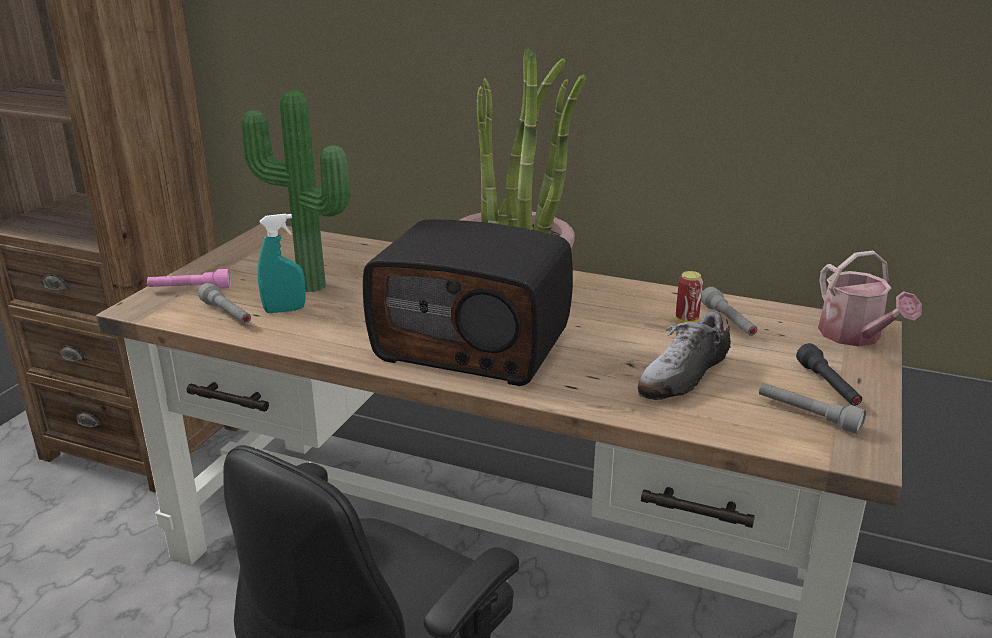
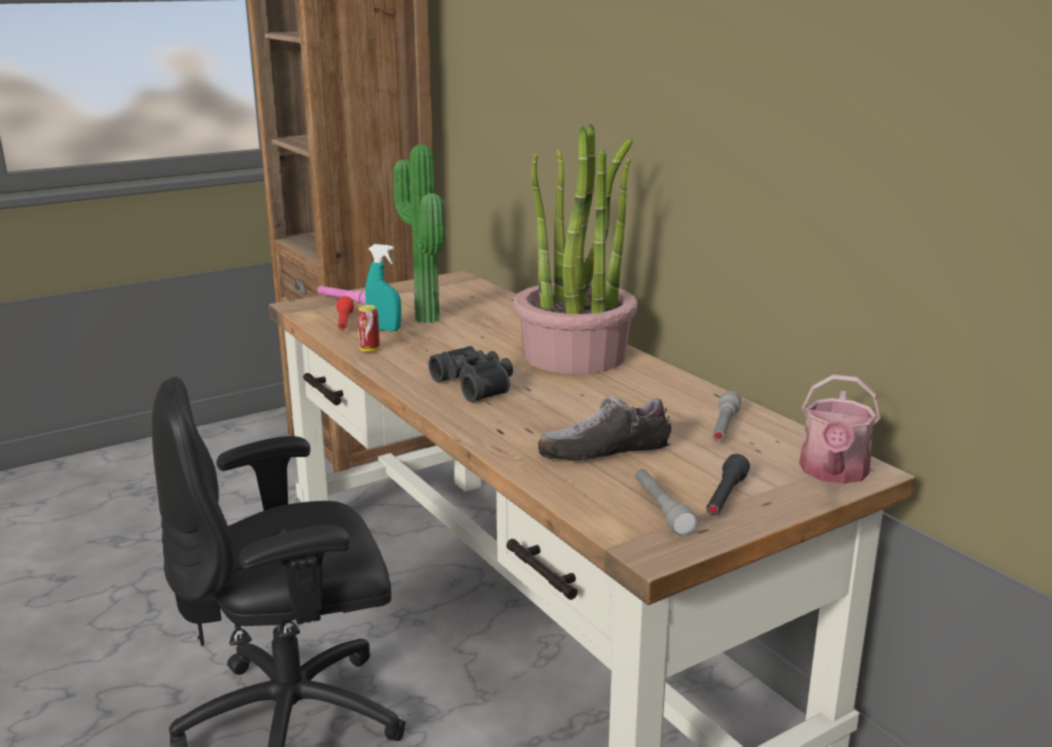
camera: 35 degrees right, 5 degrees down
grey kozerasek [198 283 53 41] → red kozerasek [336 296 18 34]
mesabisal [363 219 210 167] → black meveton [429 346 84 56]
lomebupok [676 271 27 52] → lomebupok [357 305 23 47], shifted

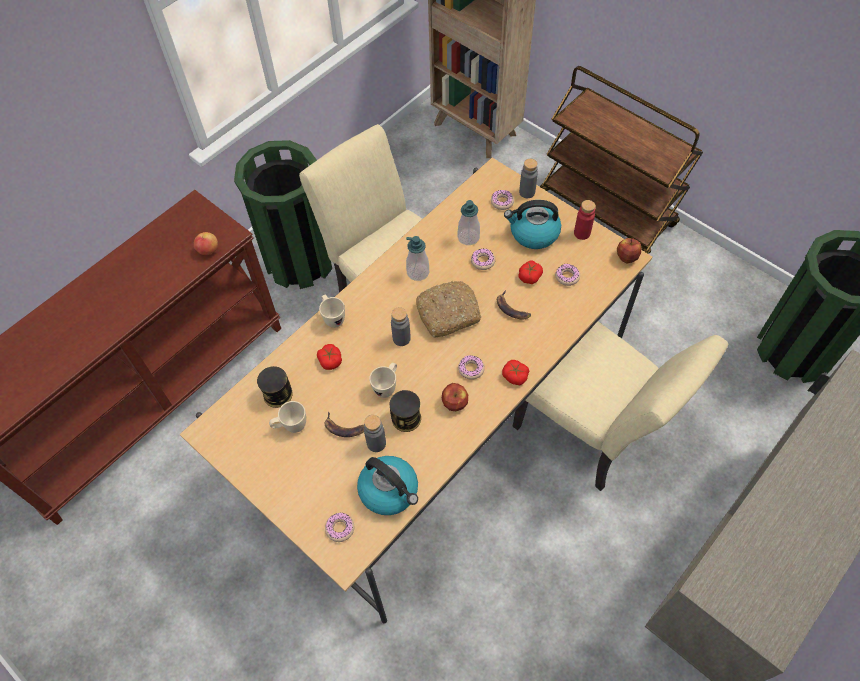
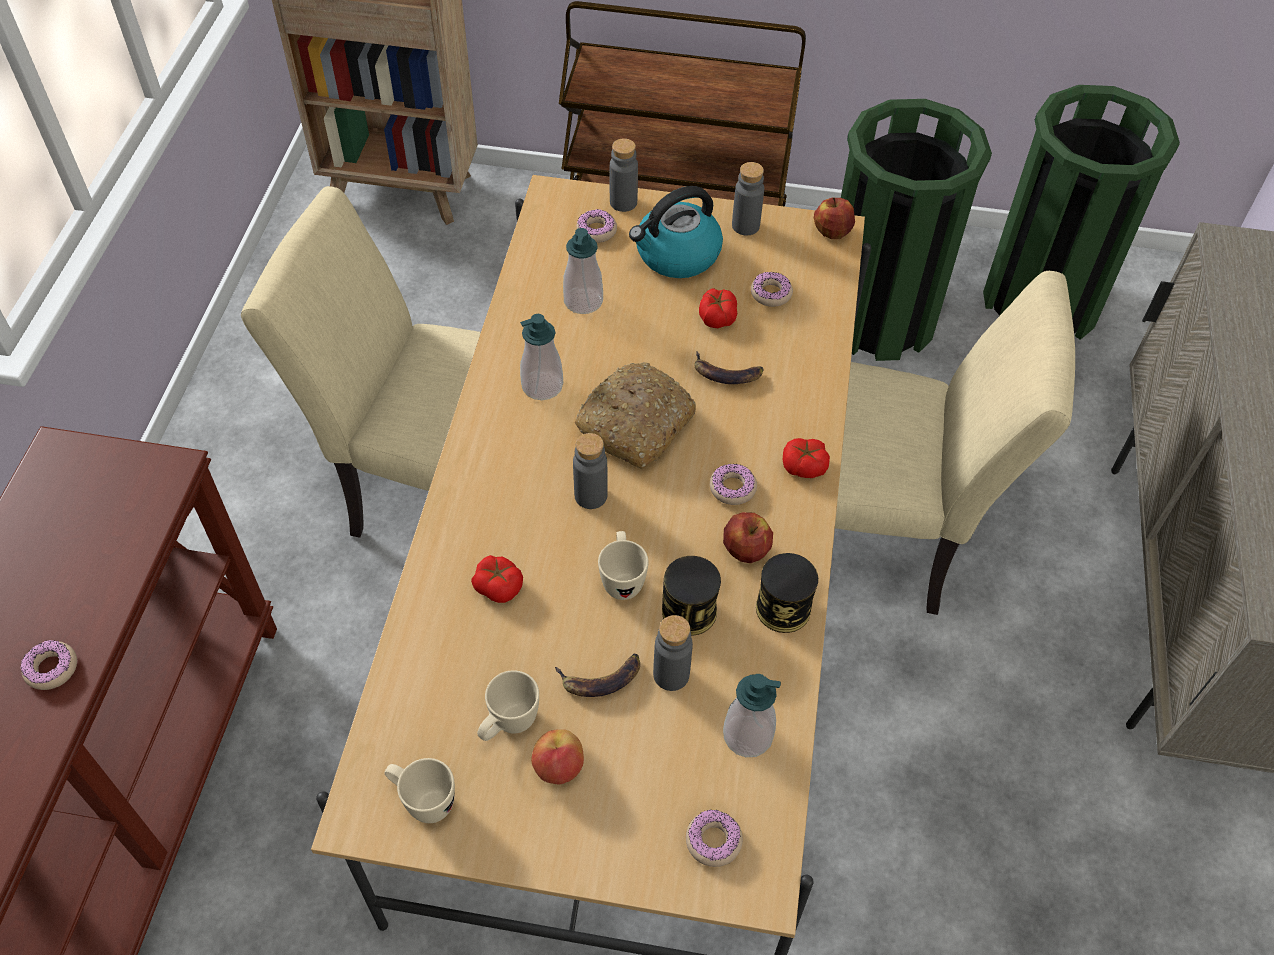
camera: 35 degrees left, 5 degrees down
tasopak [194 232 24 23] → tasopak [531 729 53 55], shifted
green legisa [234 140 98 149] → green legisa [841 99 151 262], shifted
lomebupok [257 366 36 42] → lomebupok [756 553 62 80], shifted
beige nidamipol [319 295 26 33] → beige nidamipol [385 758 70 65], shifted
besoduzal [357 456 61 59] → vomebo [723 674 58 83]
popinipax [471 249 24 21] → popinipax [20 640 57 50], shifted
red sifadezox [574 200 21 40] → grey sifadezox [732 162 32 73]

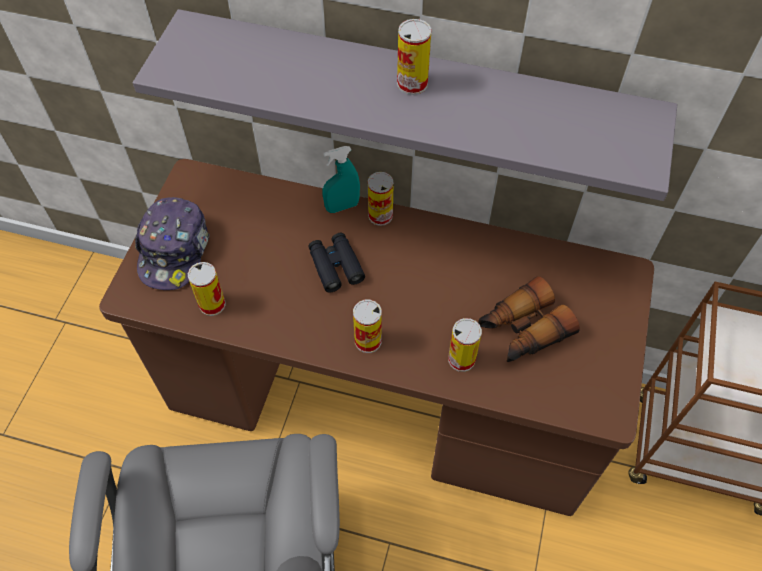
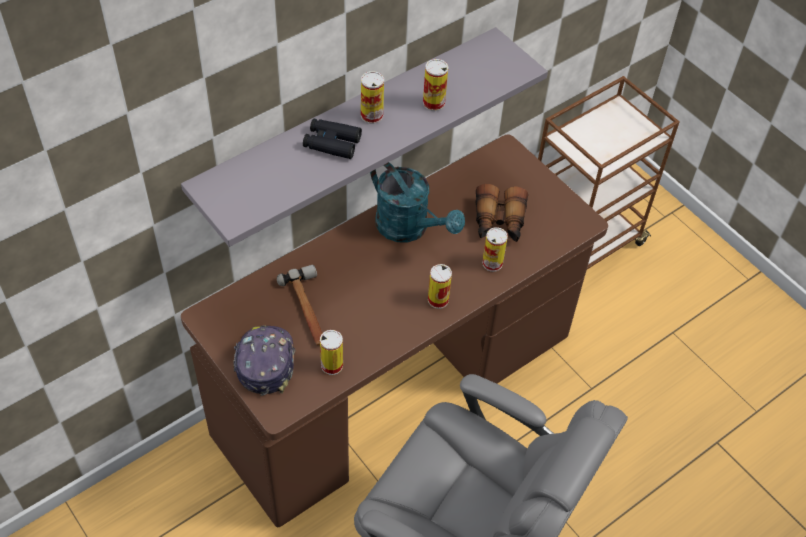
camera: 55 degrees left, 5 degrees down
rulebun [135 197 75 93] → rulebun [233 325 62 71], 135 degrees counterclockwise
black meveton [308 233 57 59] → black meveton [303 118 59 41], shifted
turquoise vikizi [322 146 38 67] → -
lomebupok [368 172 26 54] → lomebupok [423 59 25 52], shifted
- → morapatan [277 265 45 80]
- → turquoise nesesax [370 162 95 81]

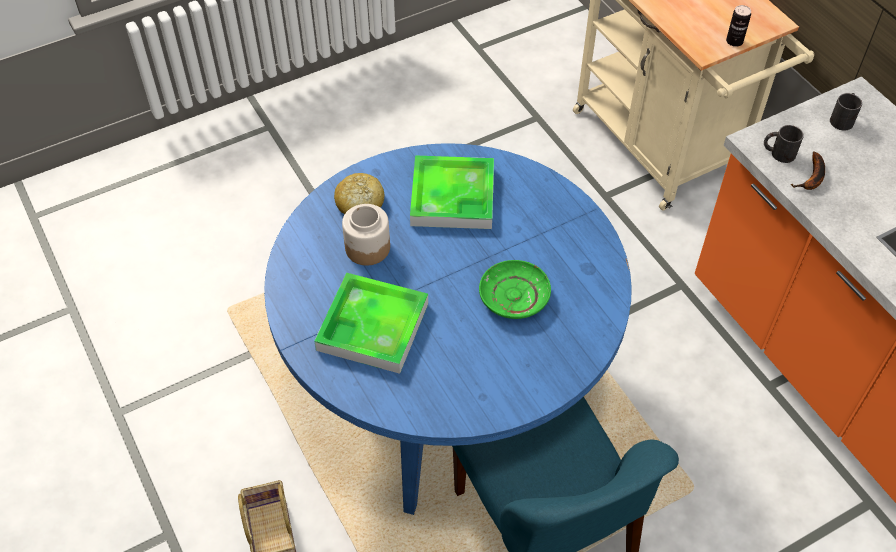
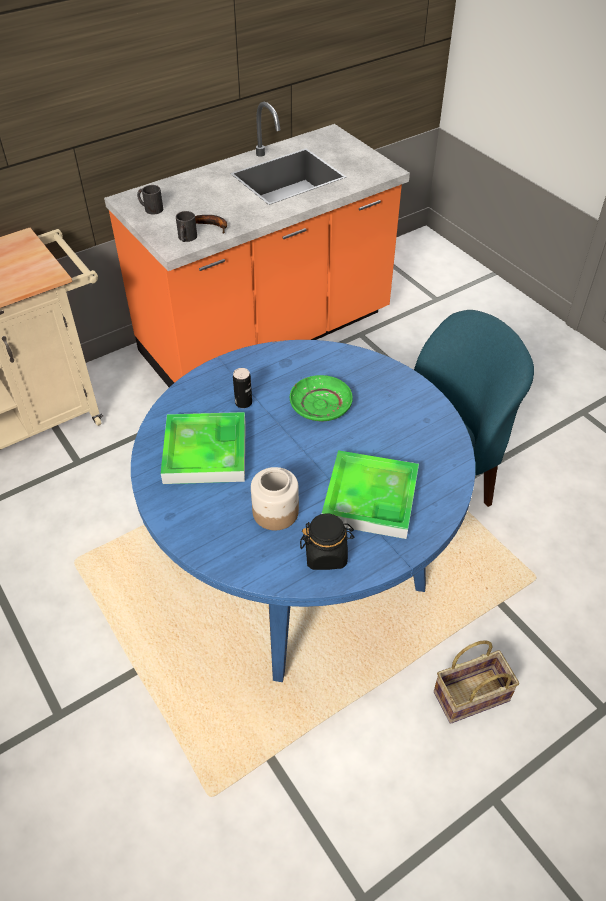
camera: 95 degrees left, 5 degrees down
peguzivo [334 173 50 41] → -
lomebupok [726 5 25 42] → lomebupok [233 368 19 40], shifted
- → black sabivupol [300 513 54 57]

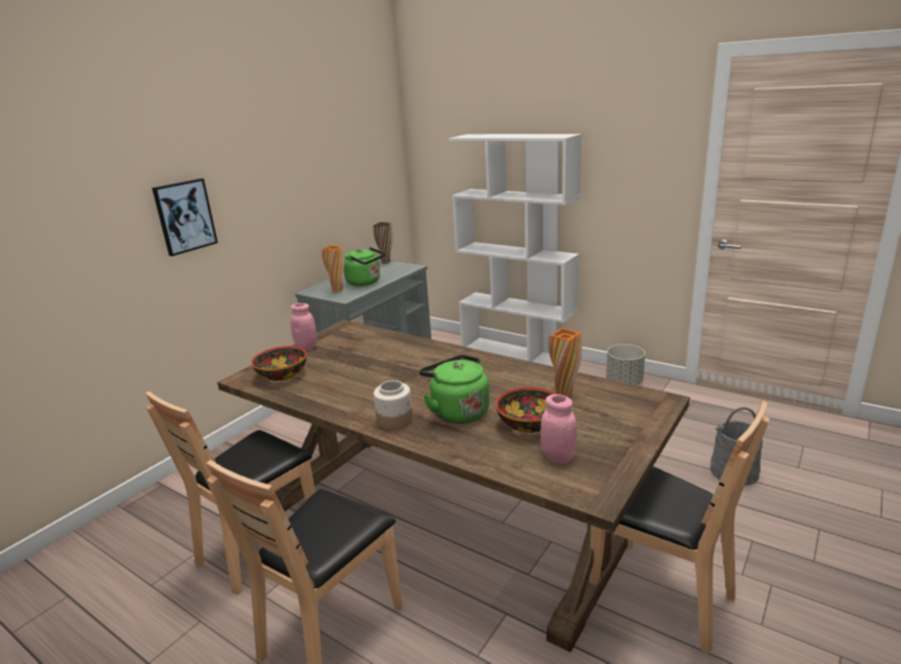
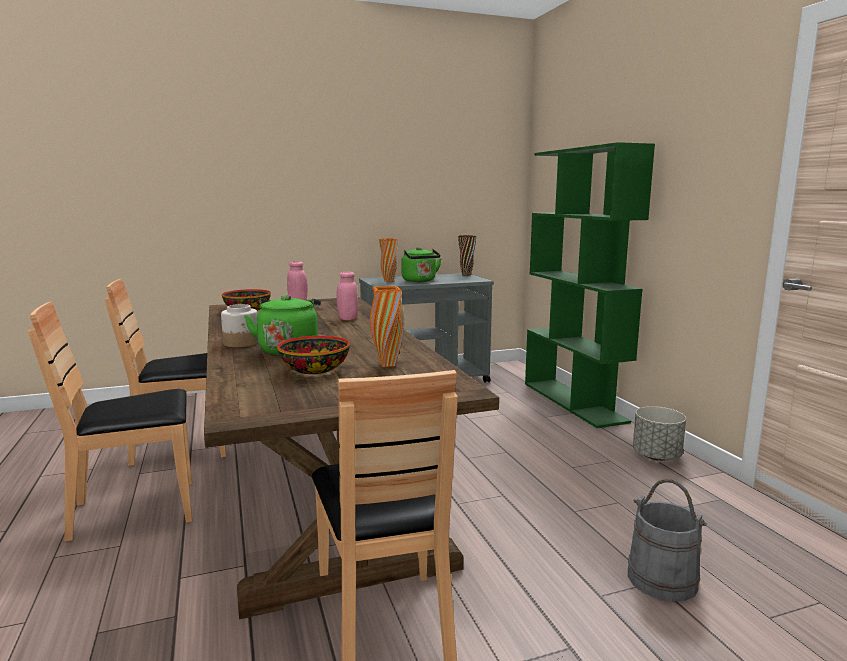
camera: 35 degrees right, 10 degrees down
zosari [152 178 66 78] → -
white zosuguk [449 134 133 233] → green zosuguk [525 142 130 286]
pink sabivupol [541 394 36 70] → pink sabivupol [336 271 22 49], shifted

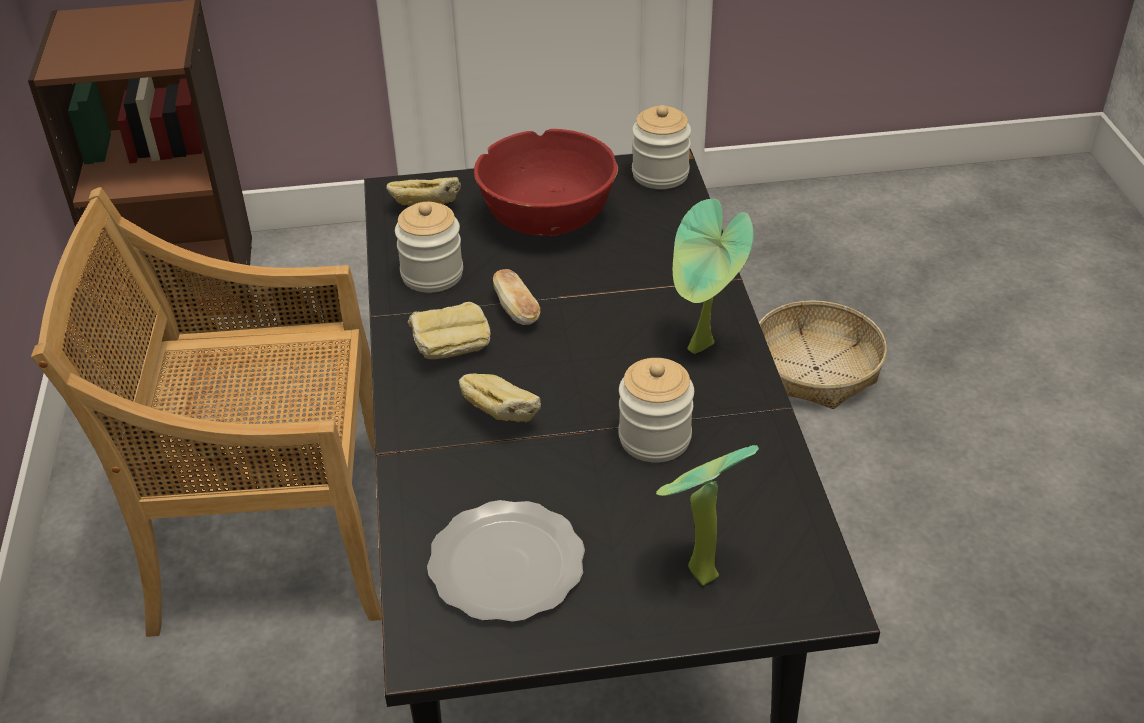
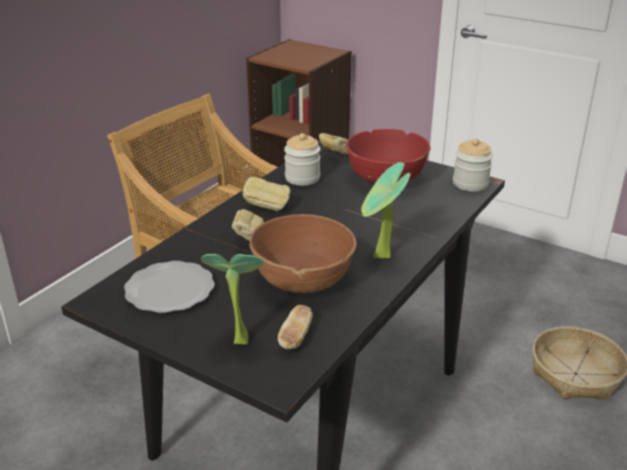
camera: 40 degrees right, 10 degrees down
peguzivo [493 269 47 56] → peguzivo [278 305 35 44], shifted
sabivupol [618 358 76 105] → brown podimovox [249 214 108 79]

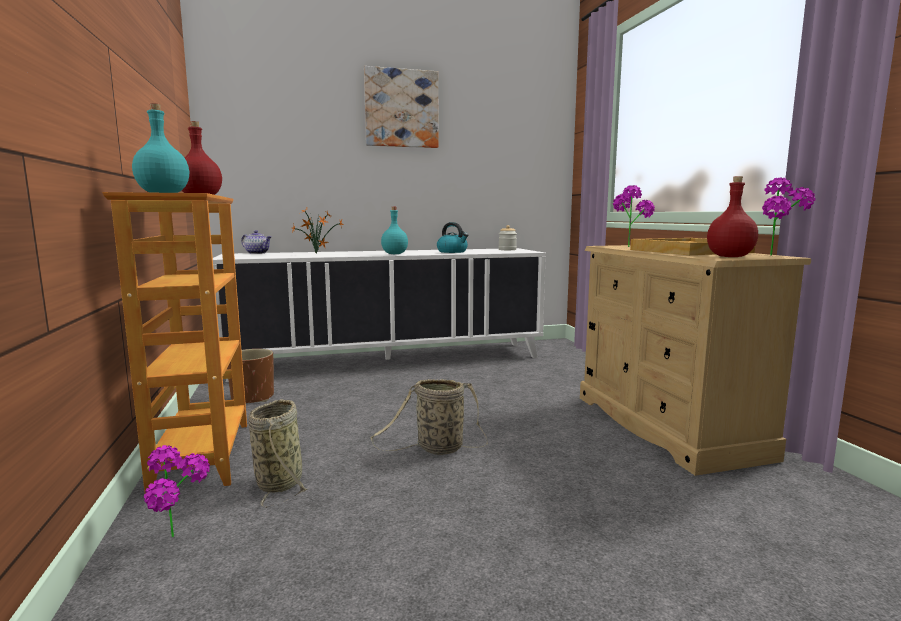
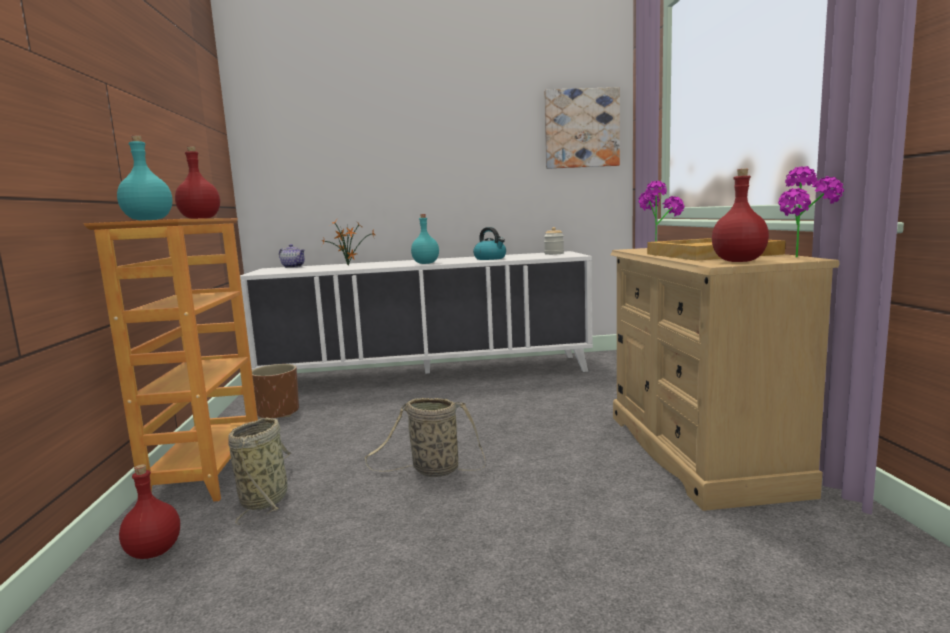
camera: 10 degrees right, 0 degrees up
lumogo [144 445 66 93] → red sifadezox [119 464 61 95]
zosari [364 66 75 82] → zosari [544 87 76 82], shifted

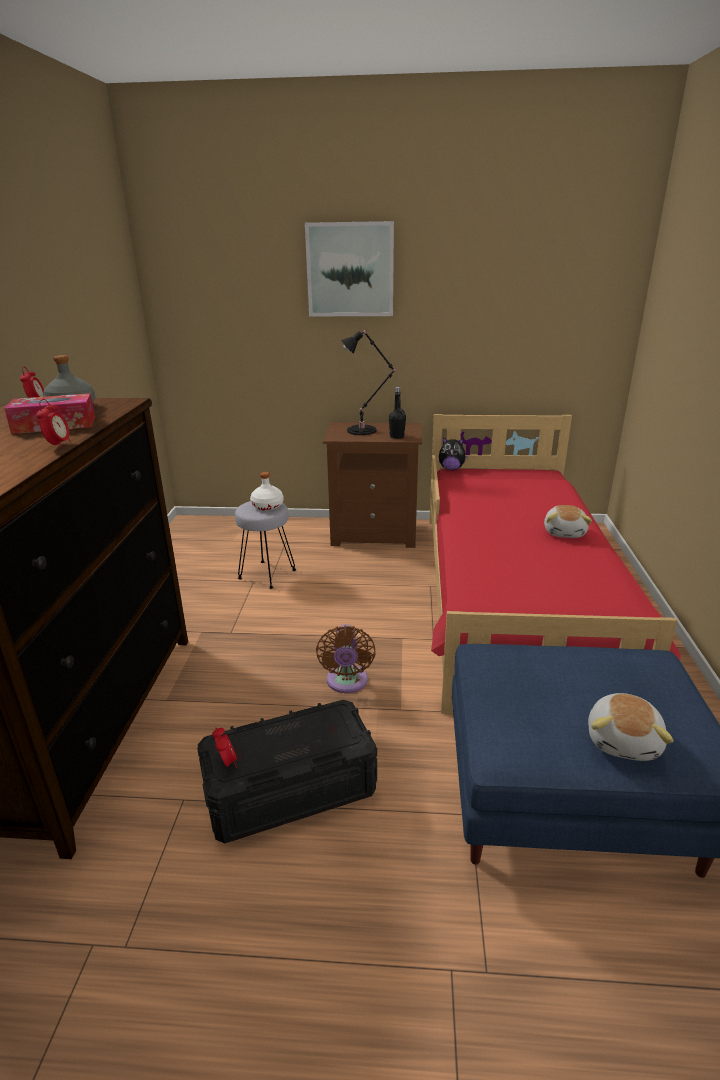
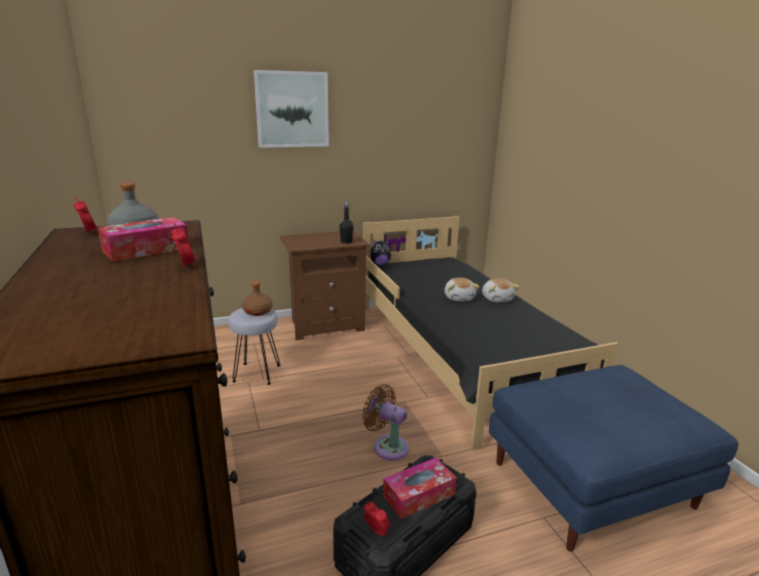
camera: 25 degrees left, 5 degrees down
white sifadezox [250 472 34 39] → brown sifadezox [242 281 30 35]
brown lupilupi [316 624 60 69] → brown lupilupi [362 384 47 76], 150 degrees clockwise
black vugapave [341 330 55 105] → -
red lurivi [429 414 252 300] → black lurivi [363 216 256 234]
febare [588 693 86 68] → febare [445 278 34 23], shifted
- → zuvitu [383 457 73 62]

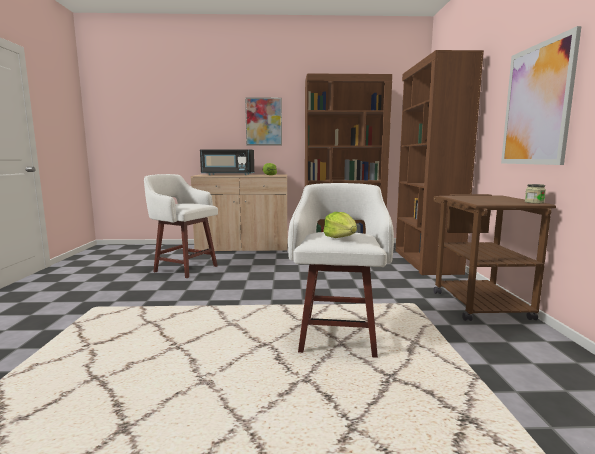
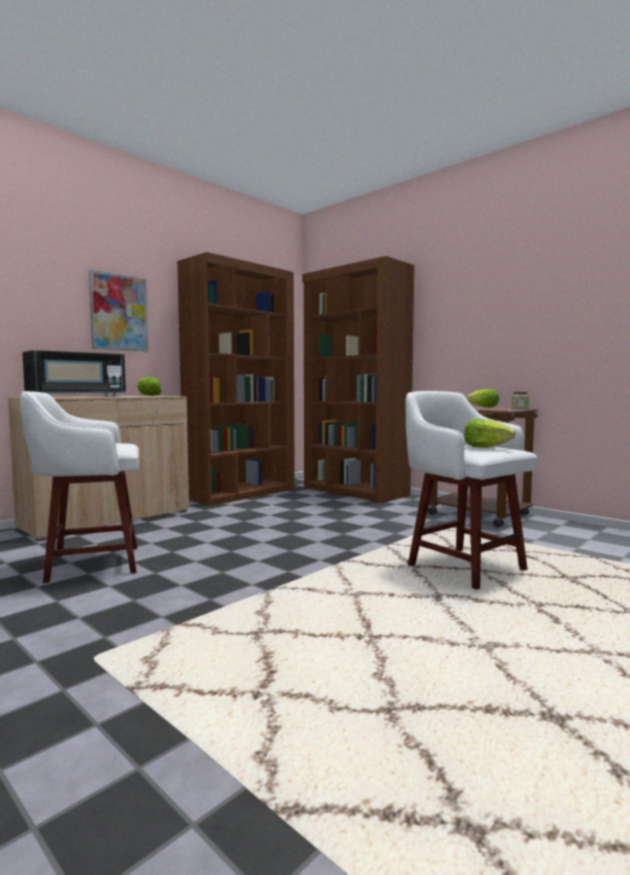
camera: 45 degrees left, 5 degrees down
zosari [501 26 81 139] → -
- → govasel [466 389 33 19]

